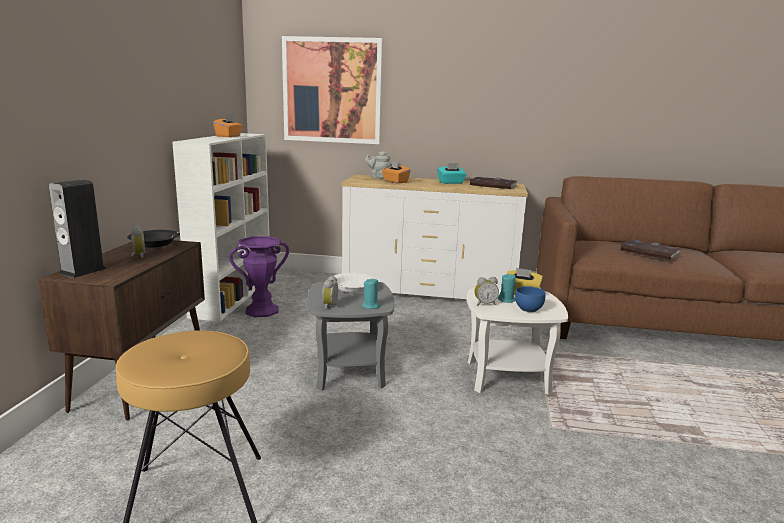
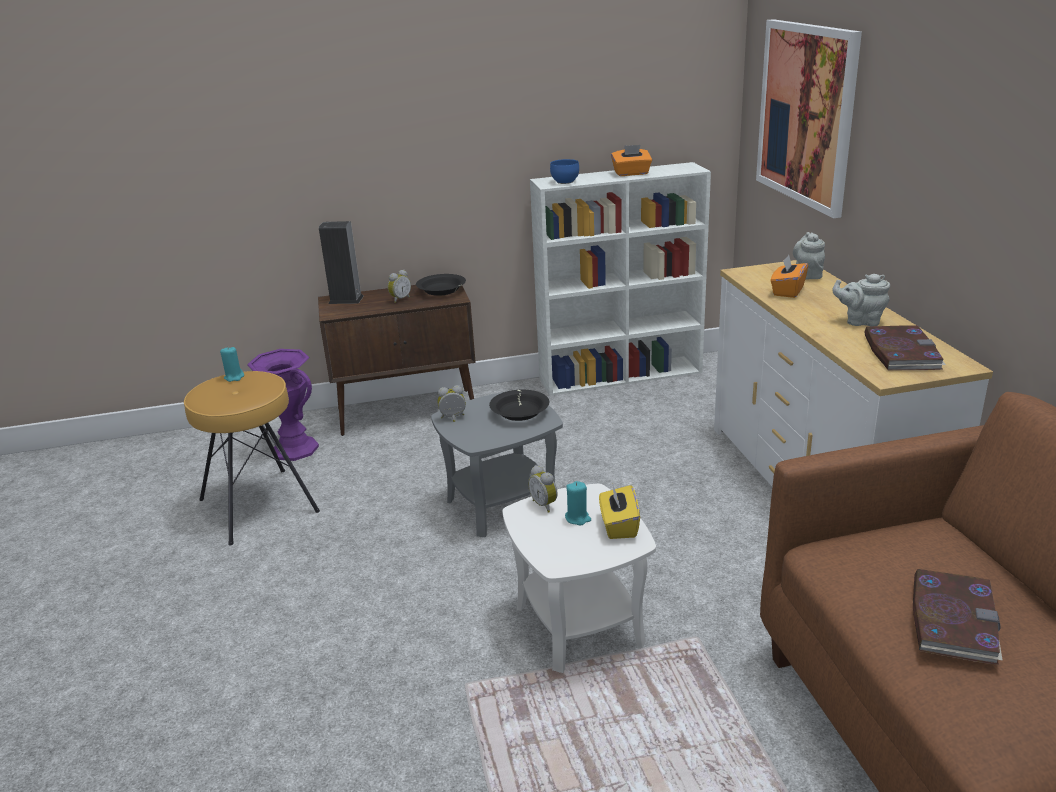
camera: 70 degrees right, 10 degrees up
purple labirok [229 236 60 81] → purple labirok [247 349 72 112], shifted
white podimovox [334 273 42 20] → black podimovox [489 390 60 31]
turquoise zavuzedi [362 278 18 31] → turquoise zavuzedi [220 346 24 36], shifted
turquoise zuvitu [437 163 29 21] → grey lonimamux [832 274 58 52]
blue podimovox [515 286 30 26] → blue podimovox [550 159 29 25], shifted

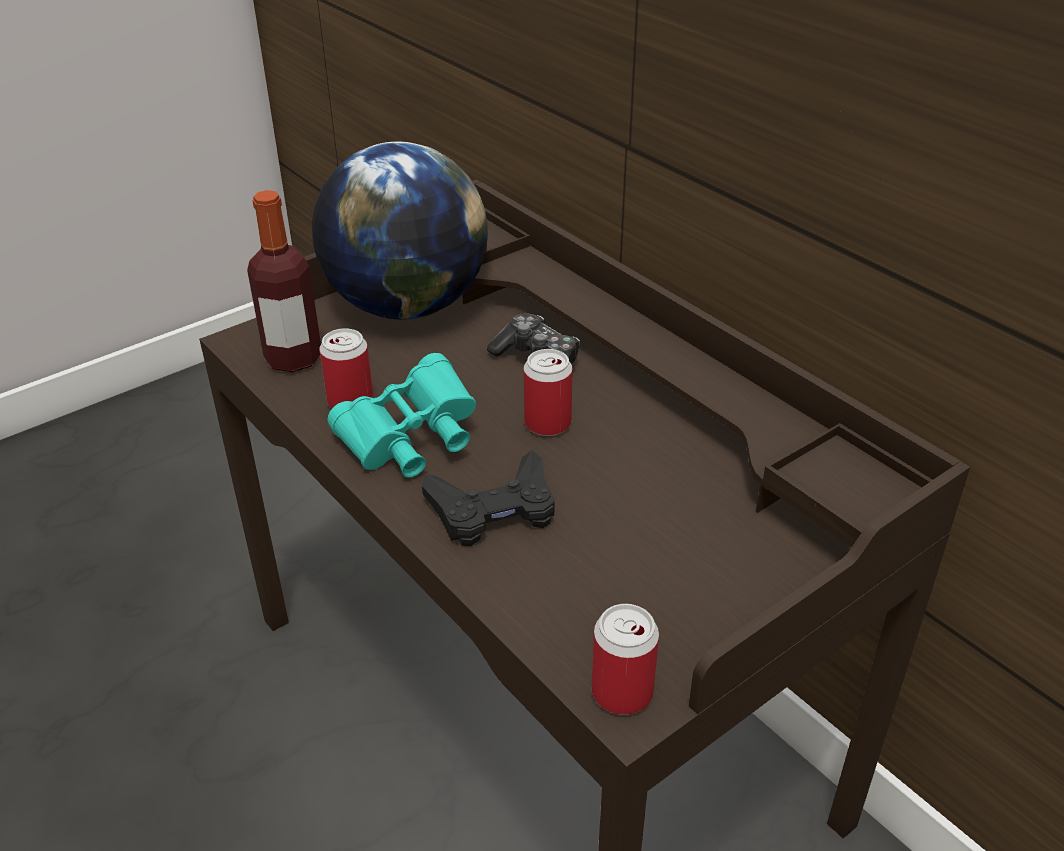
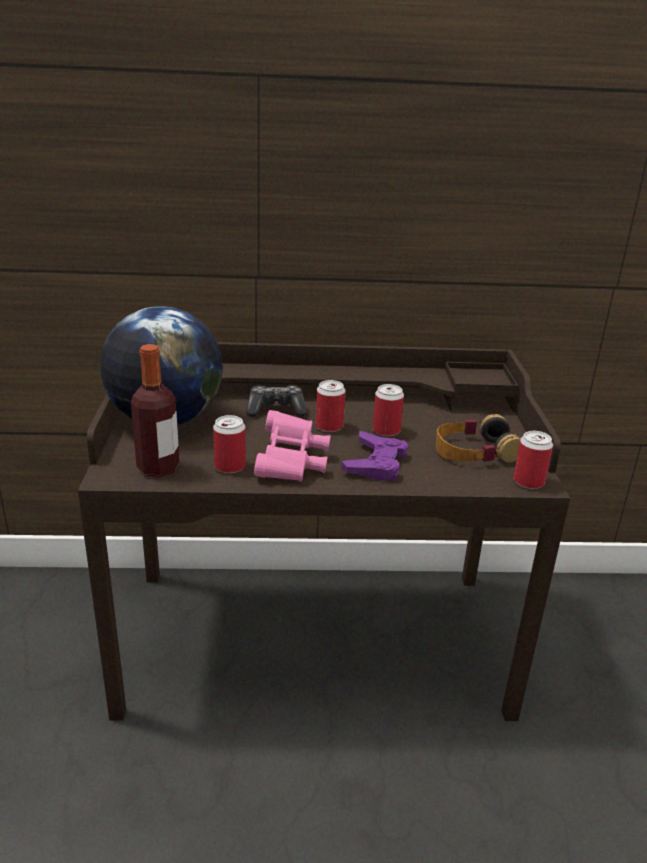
camera: 55 degrees left, 10 degrees down
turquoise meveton [327 353 149 124] → pink meveton [254 410 77 72]
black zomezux [422 450 132 96] → purple zomezux [341 431 67 50]
- → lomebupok [373 384 31 52]
- → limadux [436 414 85 49]

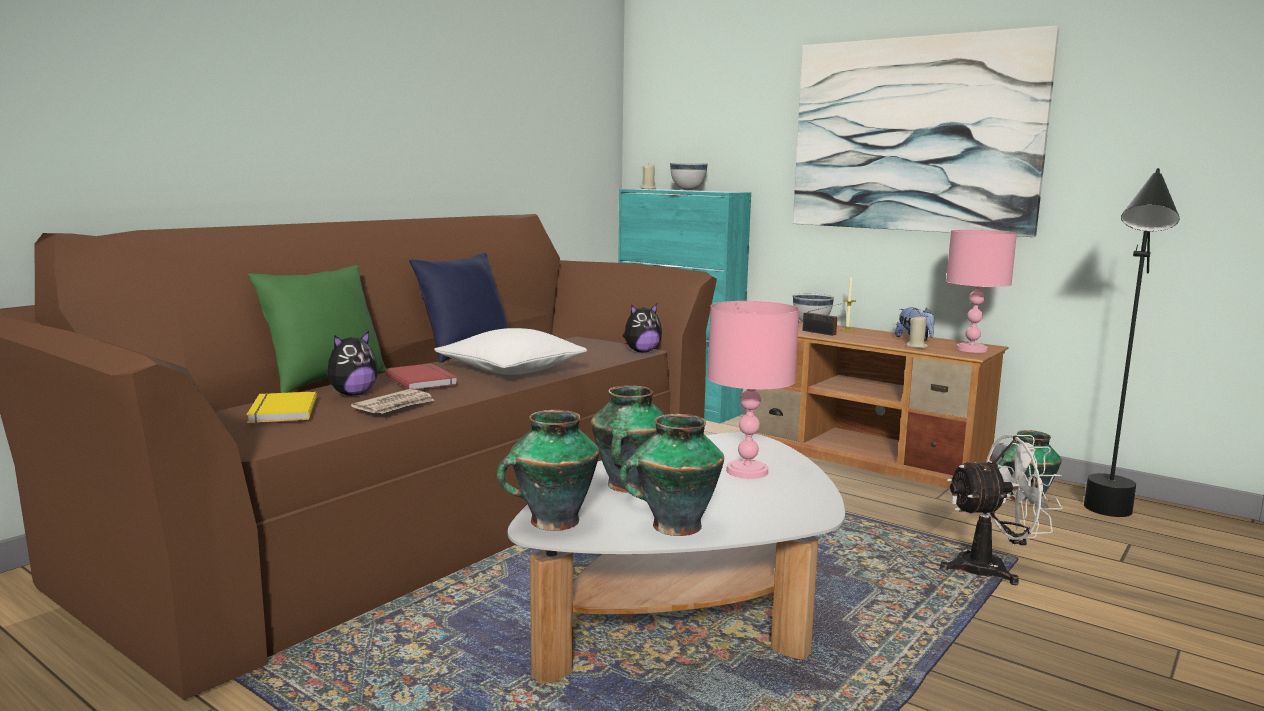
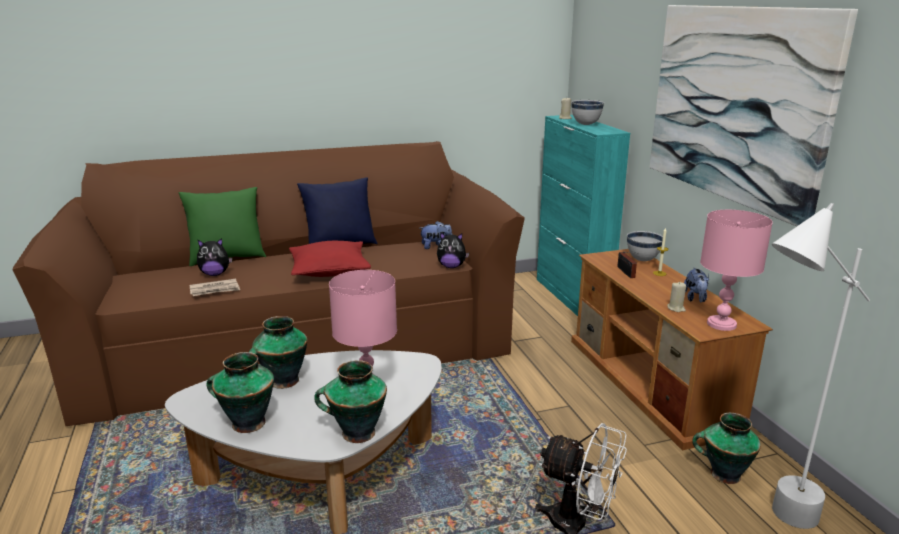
camera: 35 degrees right, 10 degrees up
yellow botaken [247 391 70 32] → -
red botaken [385 363 73 27] → -
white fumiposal [434 328 153 47] → red fumiposal [289 241 82 36]
labirok [497 410 102 121] → labirok [314 360 73 83], shifted
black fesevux [1084 168 96 349] → white fesevux [772 203 98 326]
- → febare [420 221 32 28]

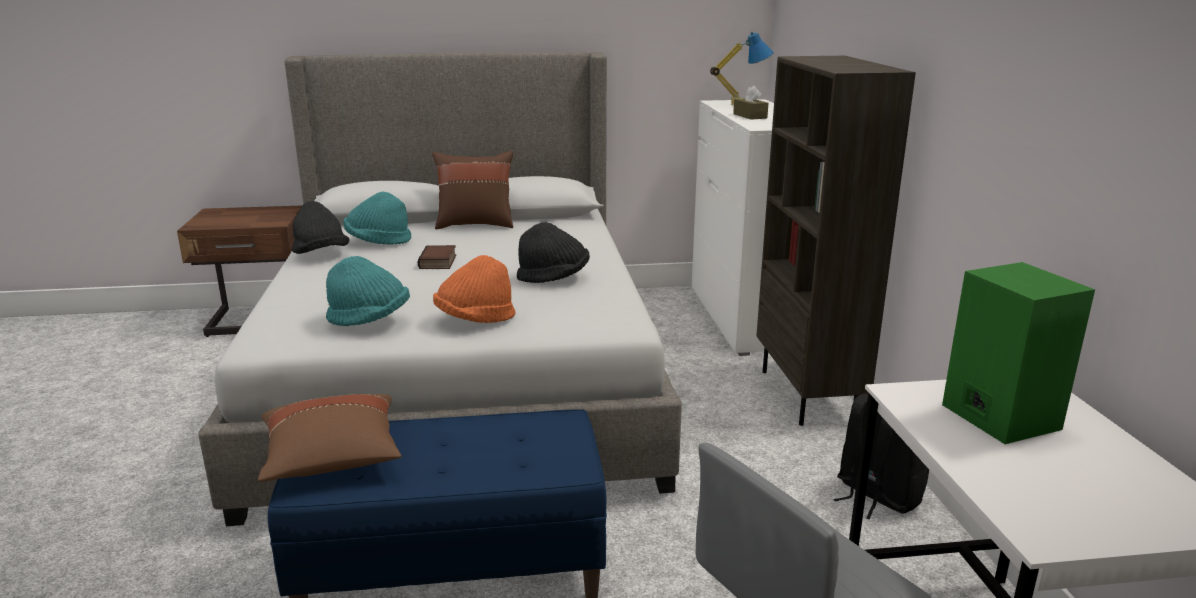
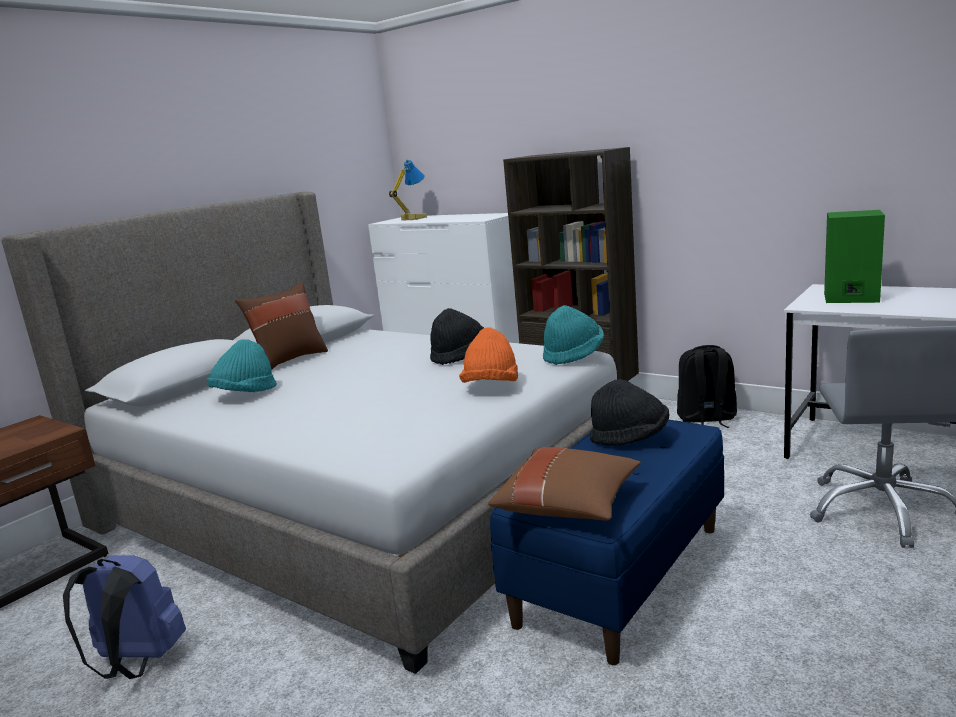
camera: 45 degrees left, 5 degrees down
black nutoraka [292 201 57 53] → black nutoraka [590 379 79 67], shifted
turquoise nutoraka [326 256 84 70] → turquoise nutoraka [543 305 61 60], shifted
botaken [418 245 38 24] → -
brown zuvitu [733 85 35 35] → -
- → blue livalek [63 555 123 124]

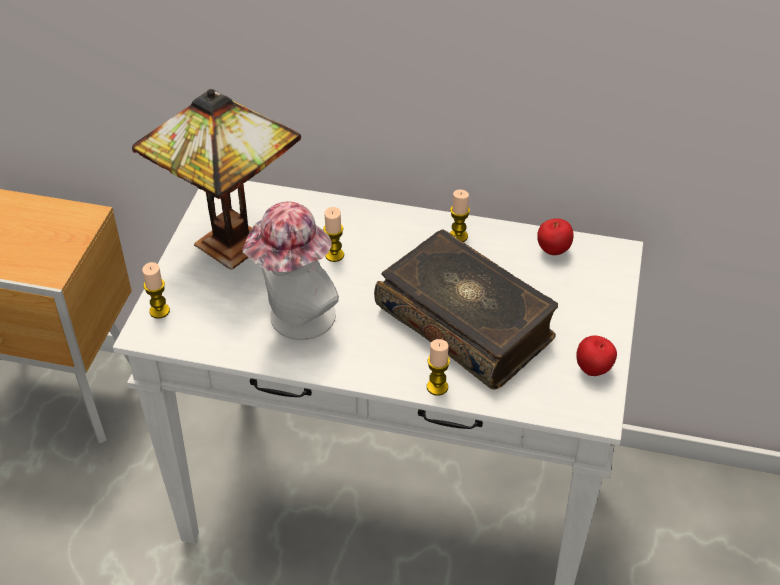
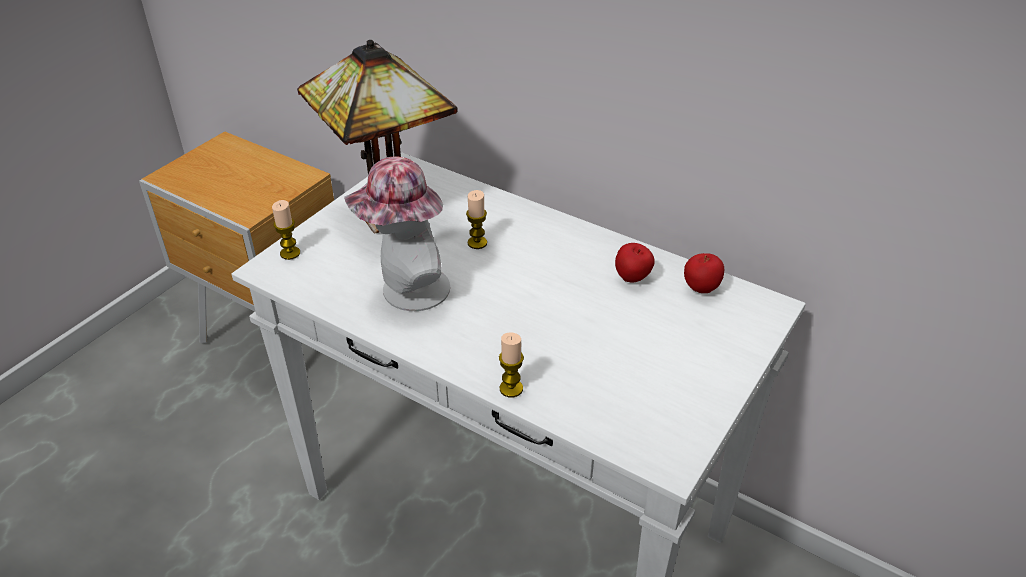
camera: 20 degrees right, 5 degrees down
botaken [374 229 184 160] → -
zavuzedi [450 190 20 52] → -
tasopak [576 336 41 40] → tasopak [615 243 40 40], shifted

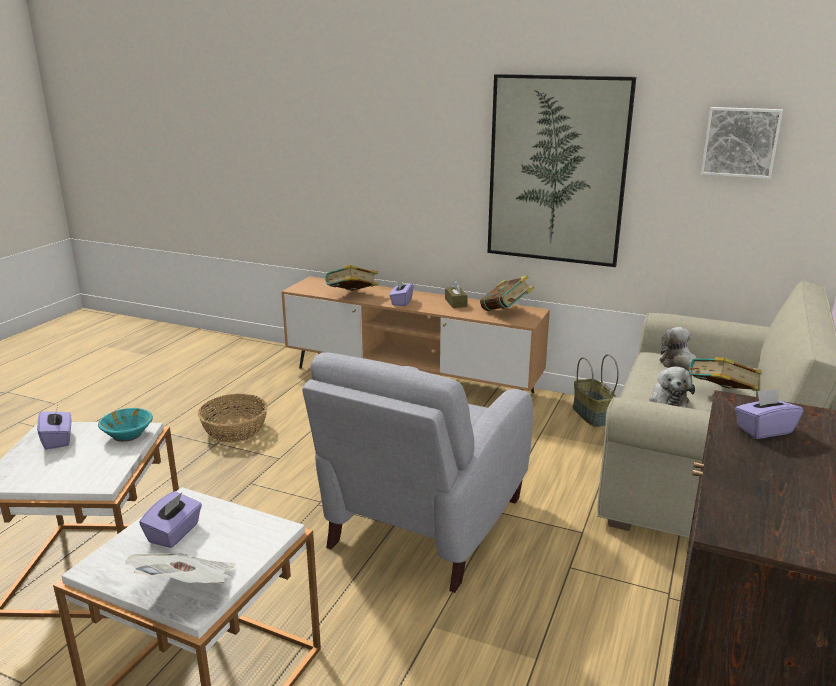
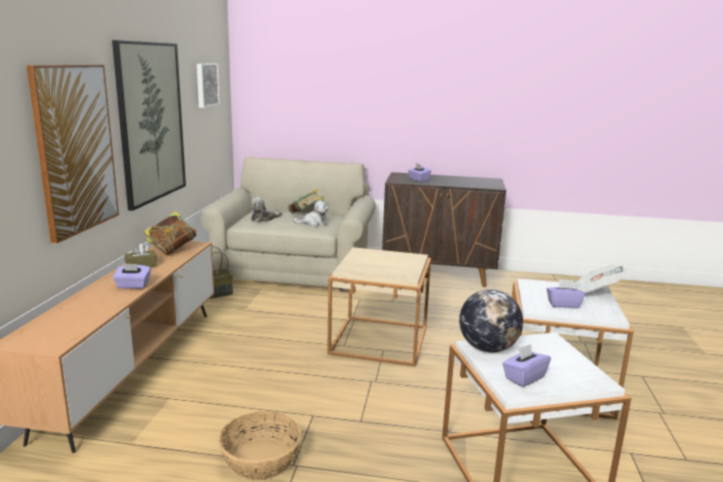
camera: 105 degrees left, 5 degrees down
turquoise podimovox [98 408 55 34] → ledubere [459 289 64 63]
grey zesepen [302 352 231 241] → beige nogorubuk [327 247 104 120]
botaken [325 265 54 26] → -
- → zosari [26 65 93 179]

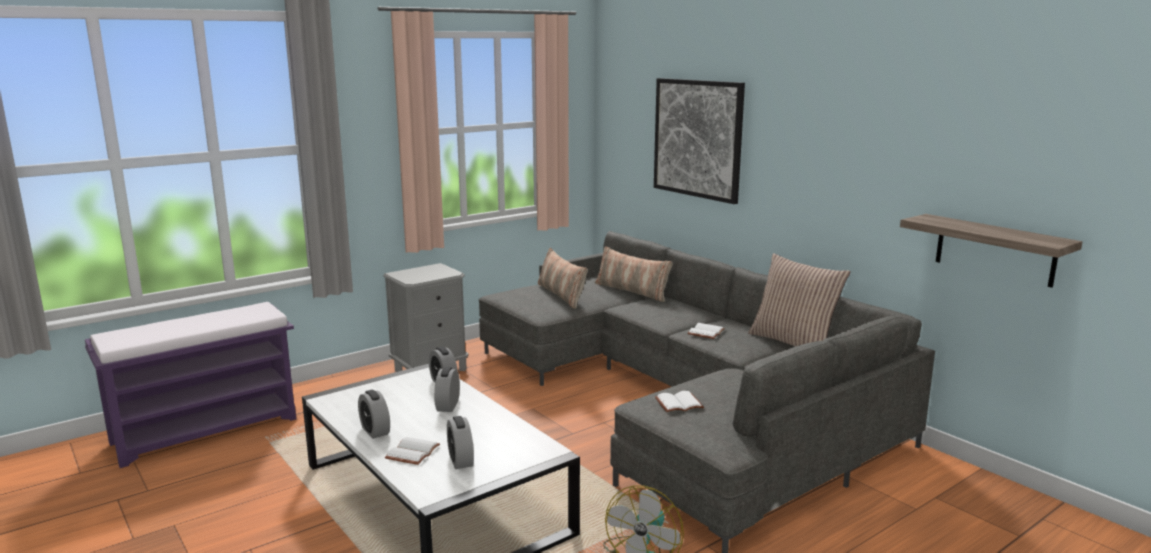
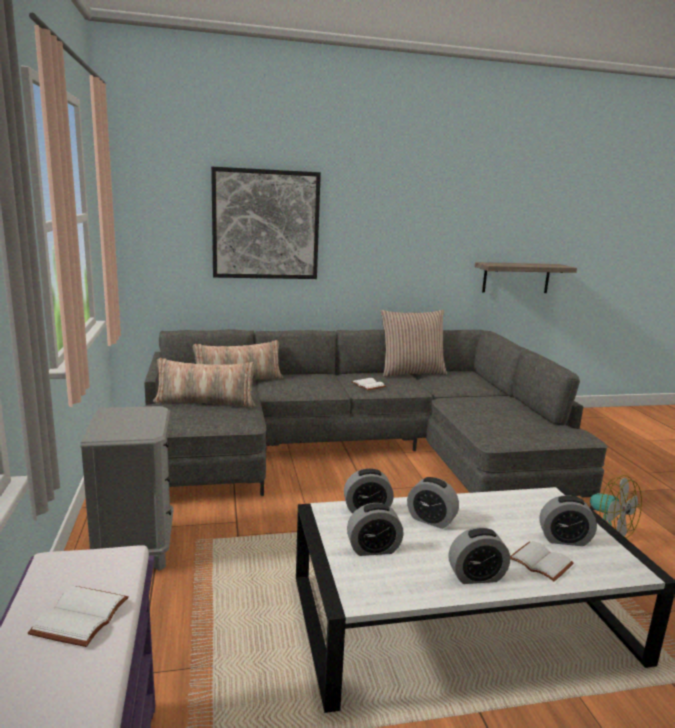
camera: 65 degrees left, 0 degrees up
white botaken [655 391 49 21] → white botaken [28 586 101 61], shifted
- → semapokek [347 503 57 53]

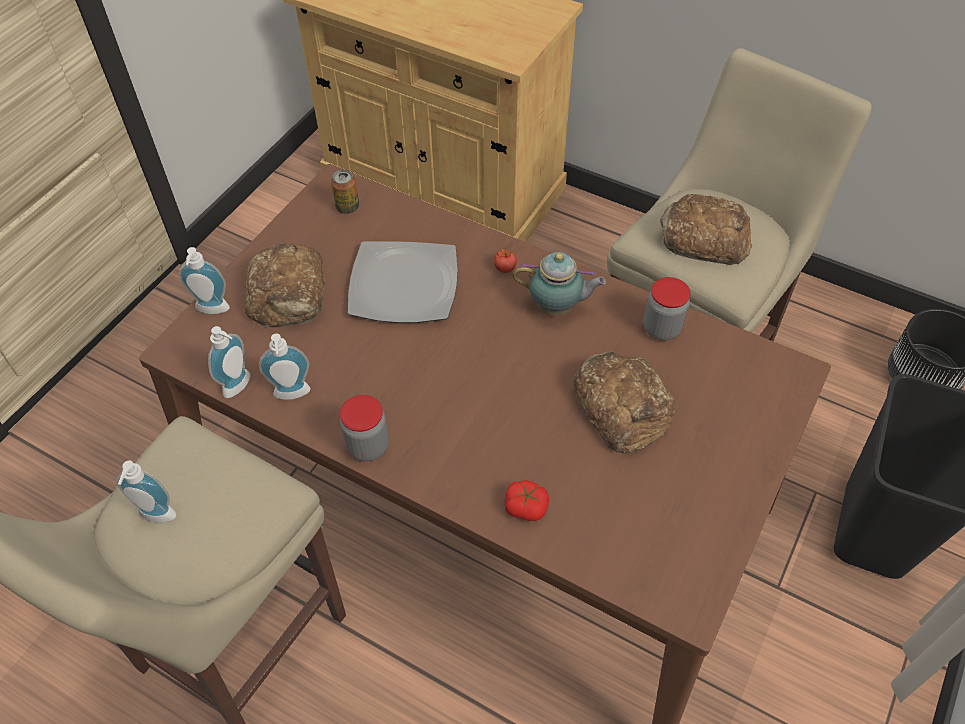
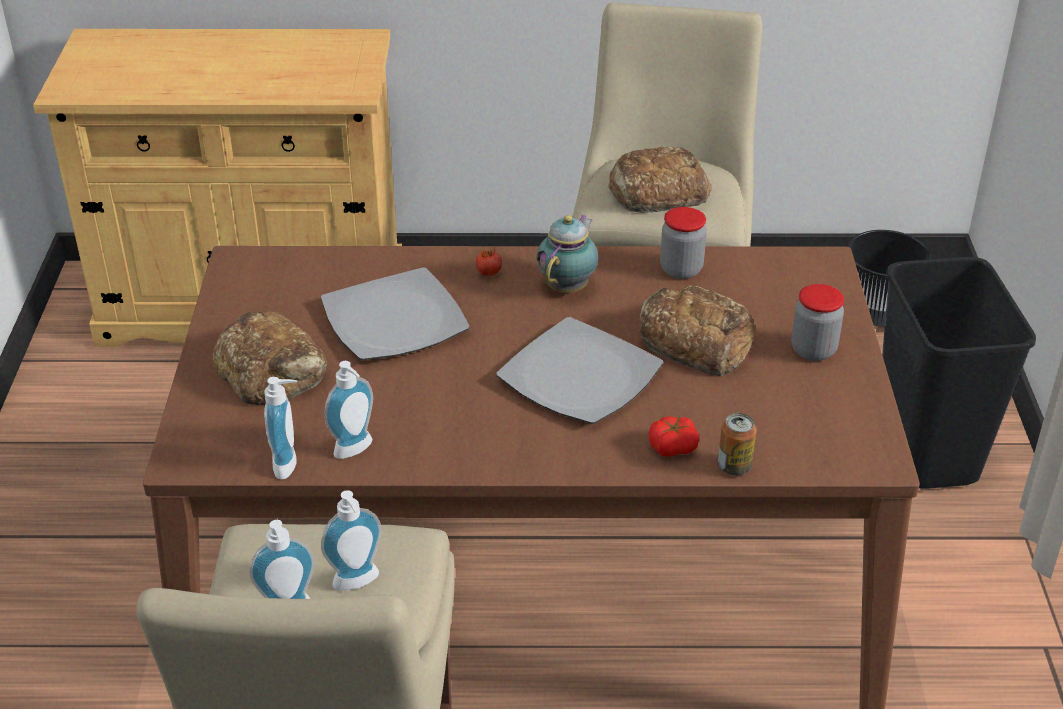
camera: 30 degrees left, 15 degrees down
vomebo [179 247 51 67] → vomebo [321 490 61 101], shifted
lomebupok [331 170 28 44] → lomebupok [718 413 38 62], shifted
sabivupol [340 395 49 66] → sabivupol [791 284 53 77], shifted
lonimamux [513 252 93 64] → lonimamux [536 214 63 79], 45 degrees counterclockwise
- → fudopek [496 317 167 107]

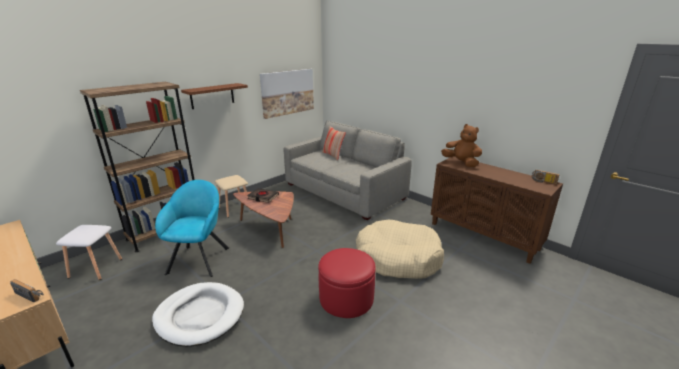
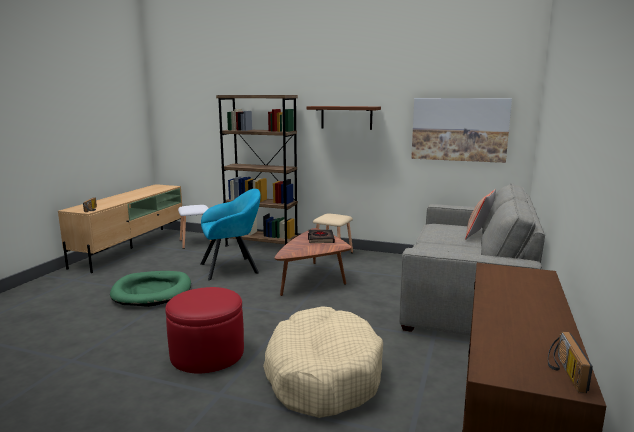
camera: 65 degrees right, 10 degrees down
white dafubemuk [152 282 92 65] → green dafubemuk [110 271 81 36]
brown febare [441 124 41 43] → -

